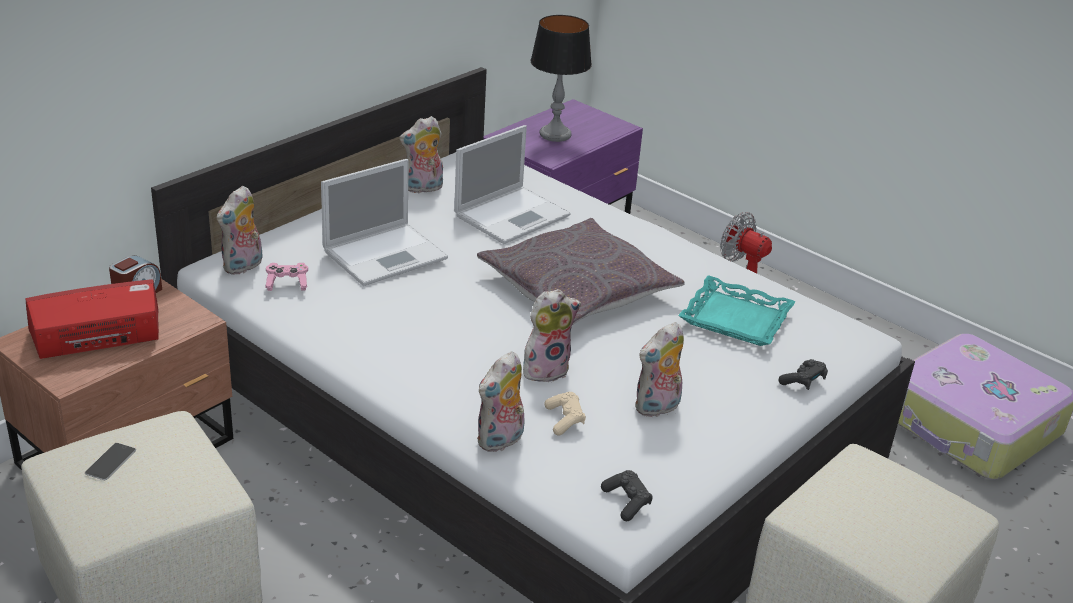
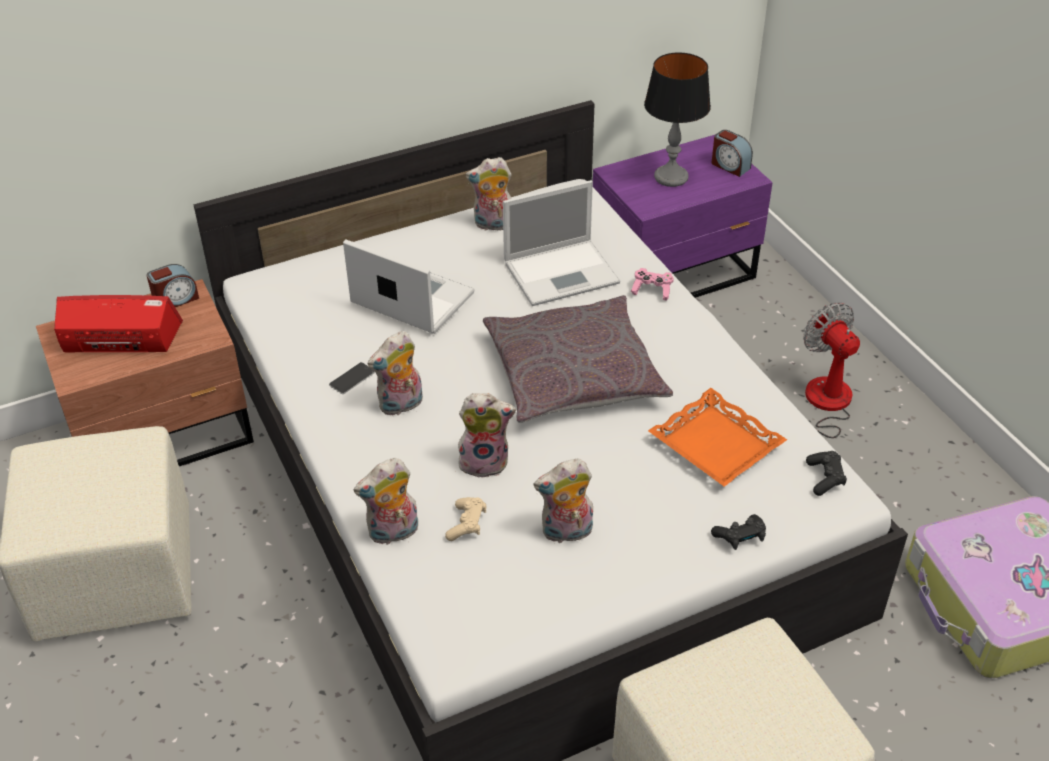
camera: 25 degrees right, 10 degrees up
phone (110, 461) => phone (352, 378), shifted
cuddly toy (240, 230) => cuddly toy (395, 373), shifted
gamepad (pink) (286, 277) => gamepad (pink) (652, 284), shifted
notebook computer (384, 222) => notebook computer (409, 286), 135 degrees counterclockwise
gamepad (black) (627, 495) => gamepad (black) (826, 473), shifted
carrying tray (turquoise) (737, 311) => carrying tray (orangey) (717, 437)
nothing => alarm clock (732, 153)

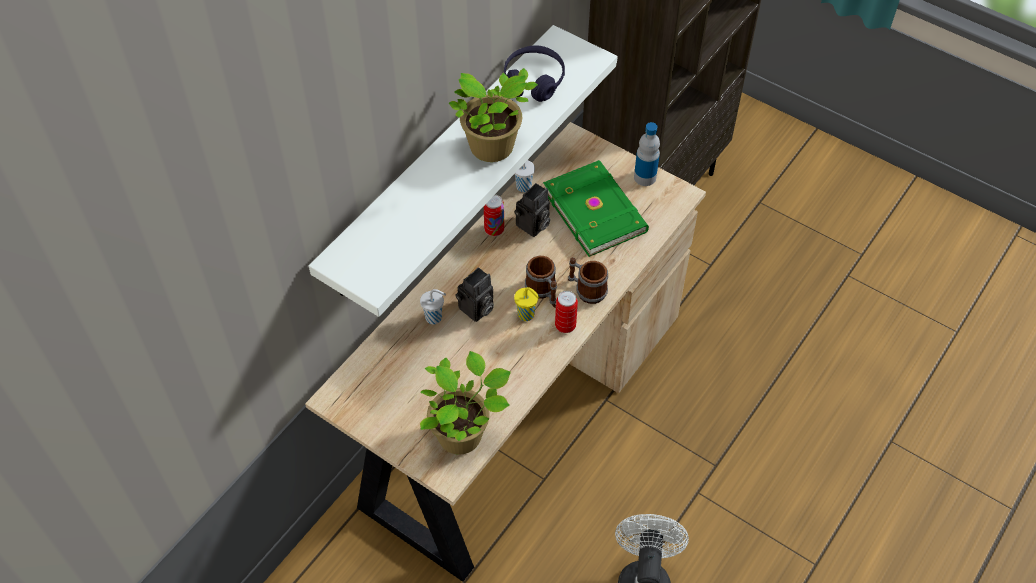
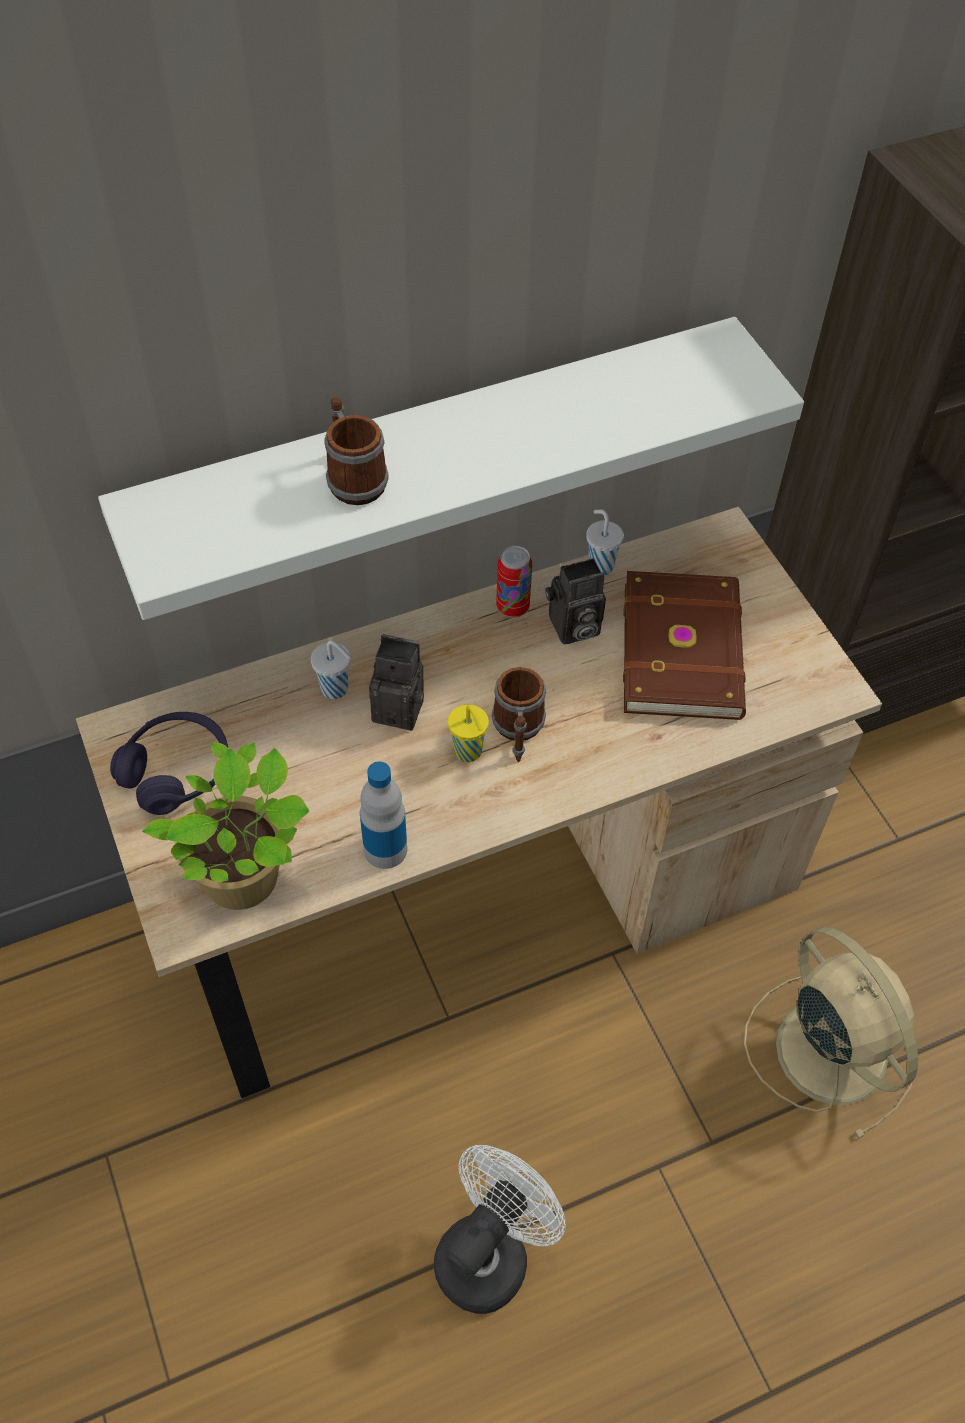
camera: 30 degrees right, 0 degrees up
potted plant (493, 115) => nothing
photo camera (475, 294) => photo camera (396, 682), 150 degrees counterclockwise
headphones (purple-coloured) (534, 73) => headphones (purple-coloured) (169, 763), shifted
book (green) (596, 208) => book (brownish) (684, 645)
can (566, 312) => nothing
tea mug (588, 280) => tea mug (357, 451), shifted
drink bottle (647, 154) => drink bottle (383, 815), shifted
nothing => cooling fan (sand-coloured) (831, 1033)

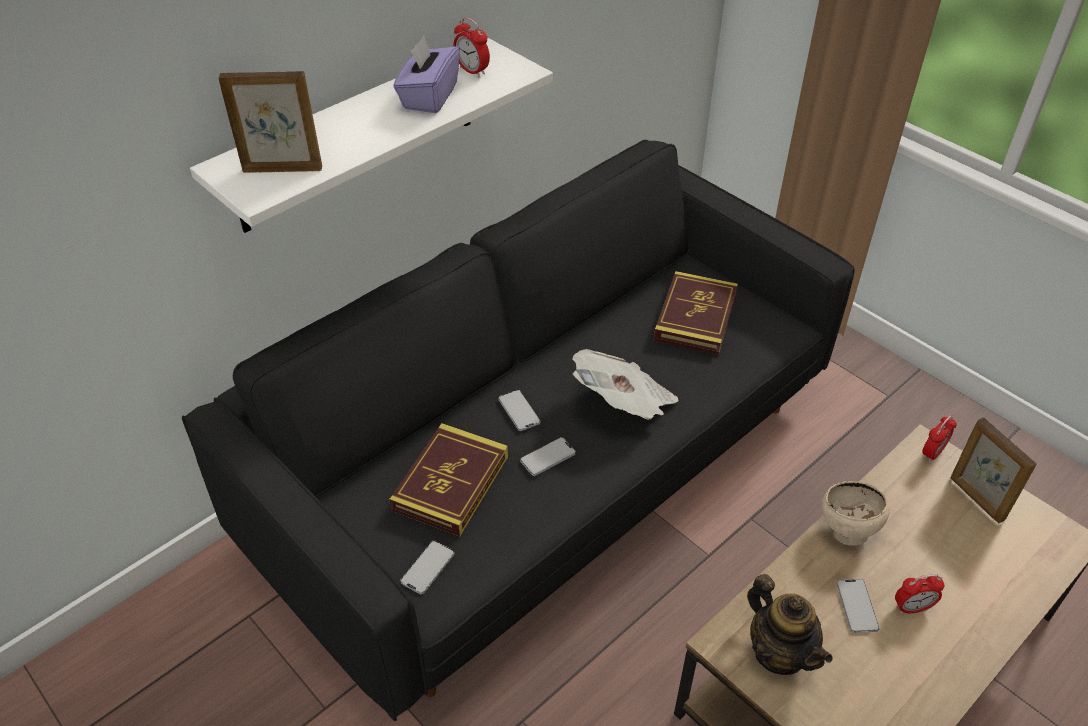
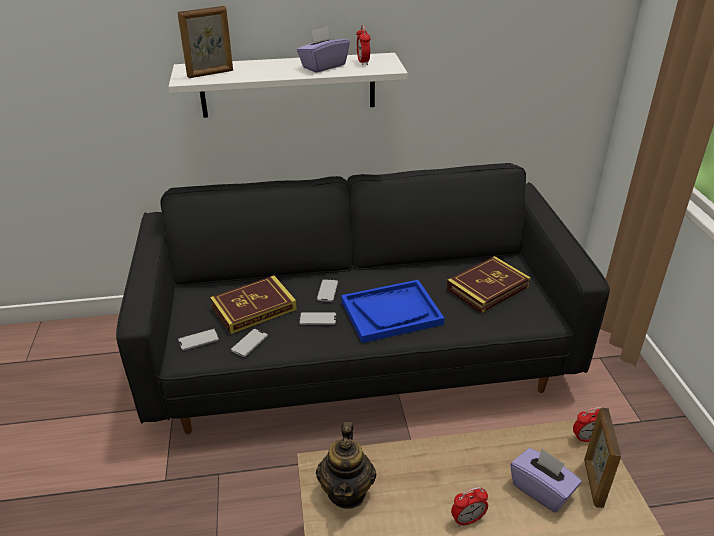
camera: 35 degrees right, 10 degrees down
picture frame (270, 122) => picture frame (205, 42), 120 degrees clockwise
daily paper (625, 384) => carrying tray (bluish) (393, 311)
bowl (sand-coloured) (856, 513) => nothing
phone (858, 606) => phone (249, 343), shifted
alarm clock (920, 594) => alarm clock (469, 507), 45 degrees counterclockwise
nothing => tissue holder (purple-coloured) (546, 480)

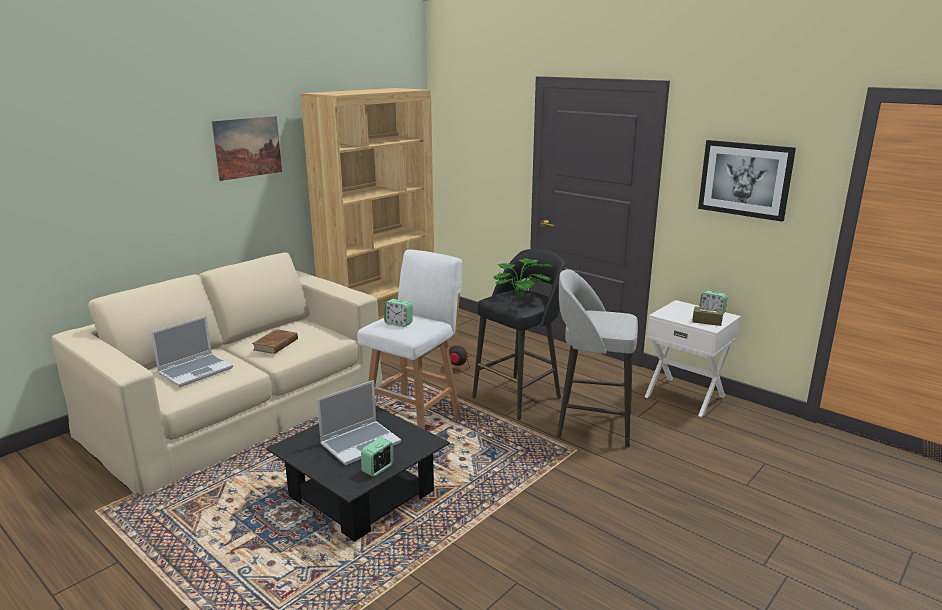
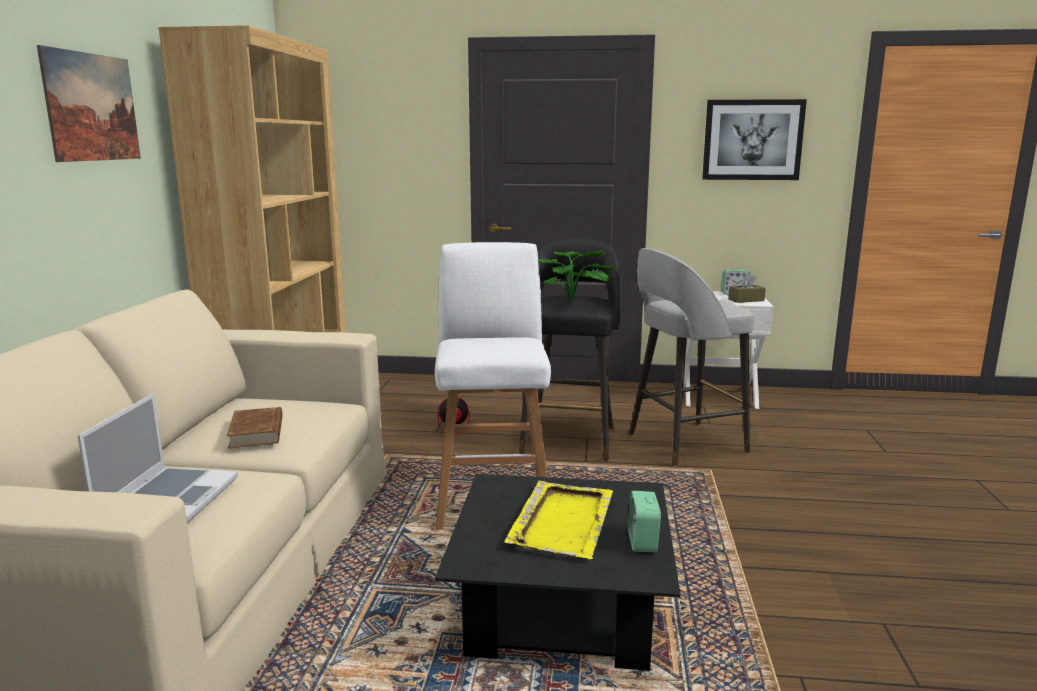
camera: 35 degrees left, 5 degrees down
notebook computer (359, 422) => carrying tray (yellow) (558, 520)
alarm clock (398, 313) => nothing

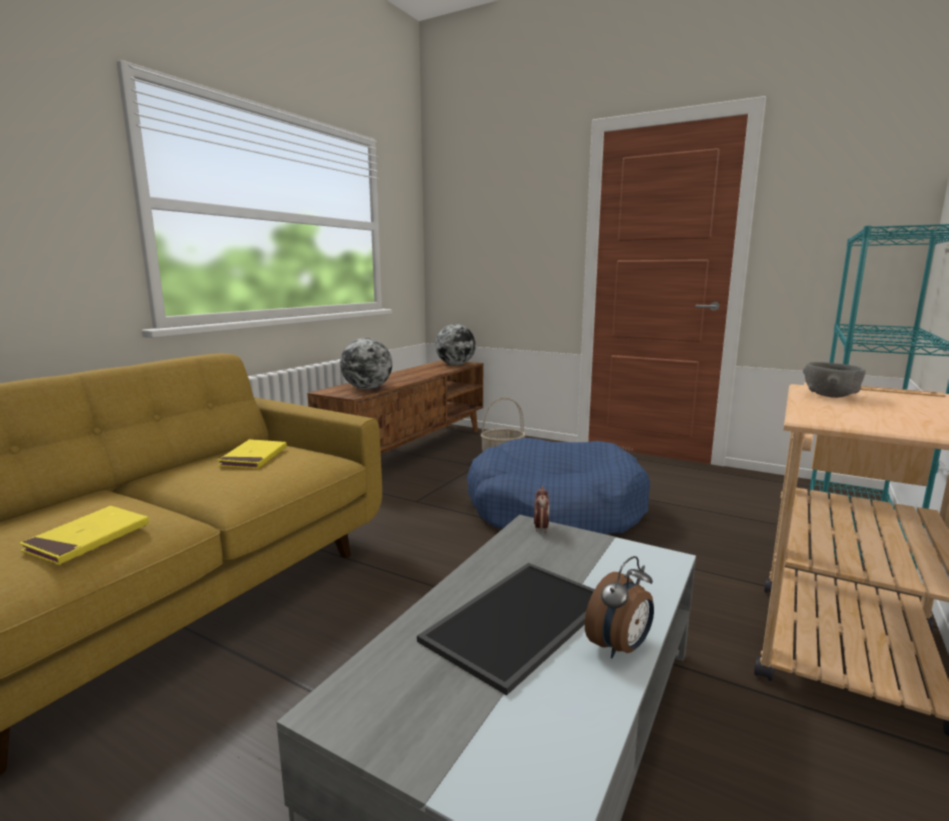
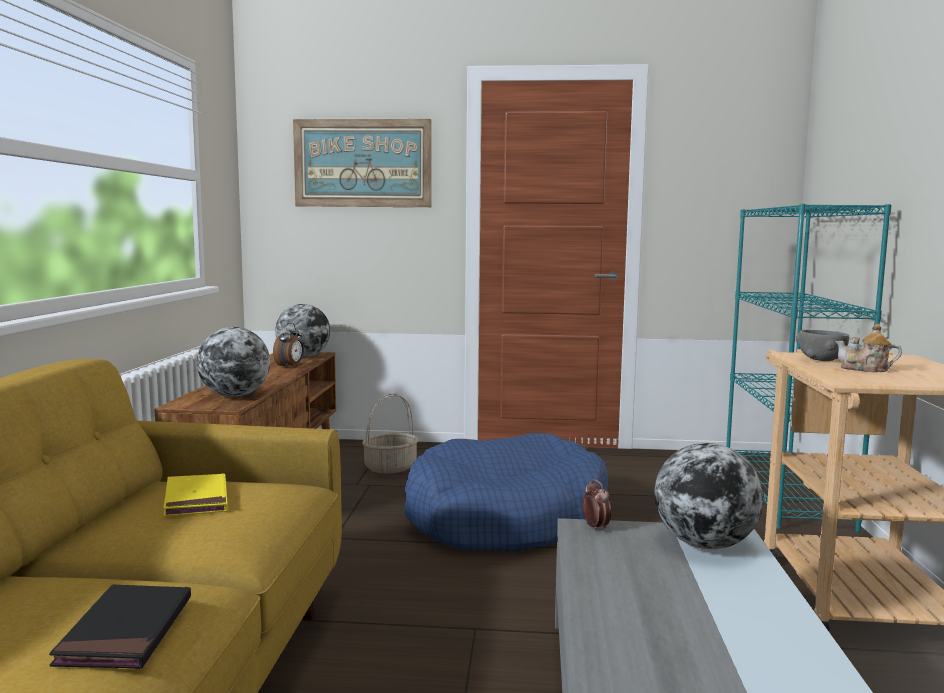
camera: 25 degrees left, 5 degrees down
book (yellow) (84, 535) => book (black) (120, 627)
carrying tray (506, 629) => nothing
alarm clock (619, 607) => alarm clock (288, 345), shifted
nothing => picture (362, 163)
nothing => world globe (709, 496)
nothing => teapot (868, 347)

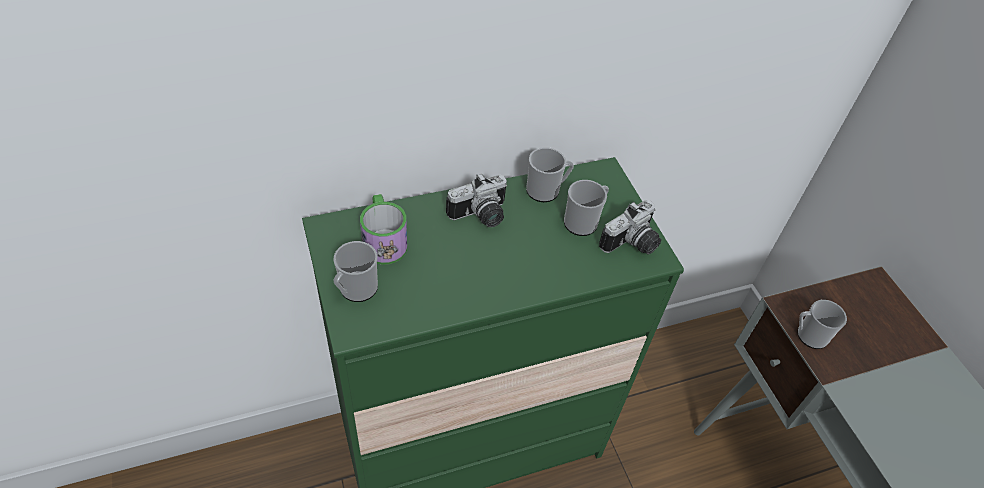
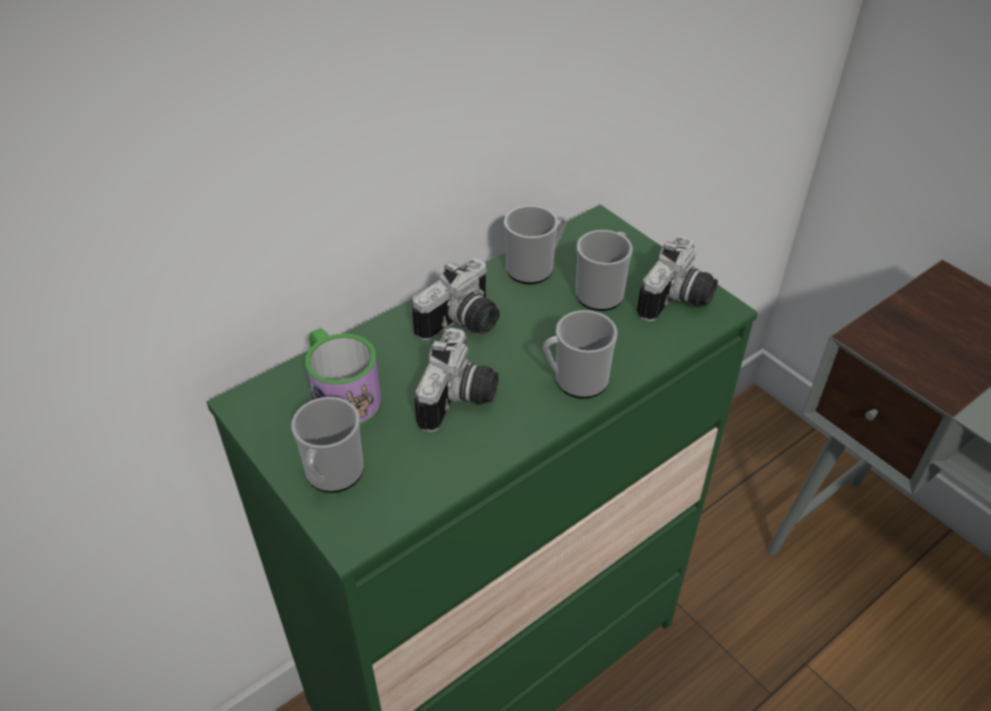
camera: 15 degrees left, 5 degrees down
tea mug (822, 324) => tea mug (580, 354), shifted
nothing => photo camera (456, 380)

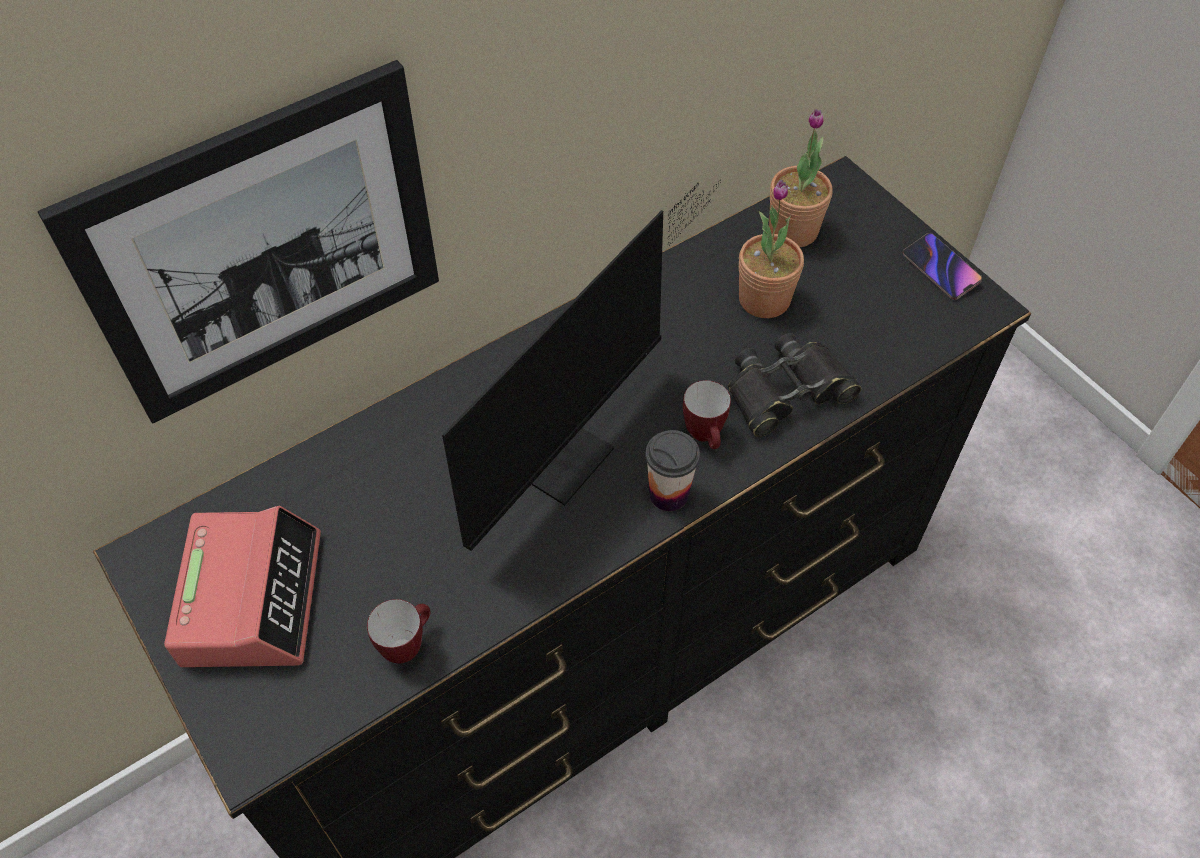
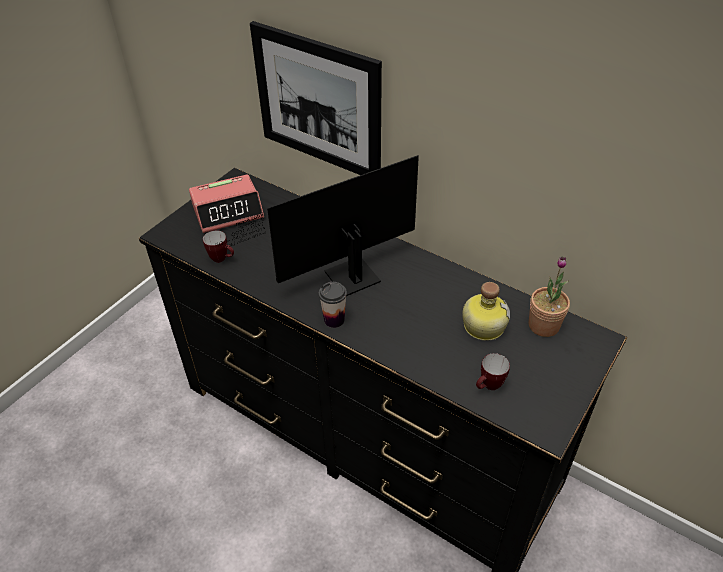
camera: 70 degrees right, 10 degrees down
computer display (581, 365) => computer display (317, 225), 135 degrees clockwise
tea mug (707, 414) => tea mug (493, 371), shifted
field glasses (black) (794, 385) => nothing
potted plant (771, 249) => drink bottle (486, 311)
phone (942, 266) => nothing

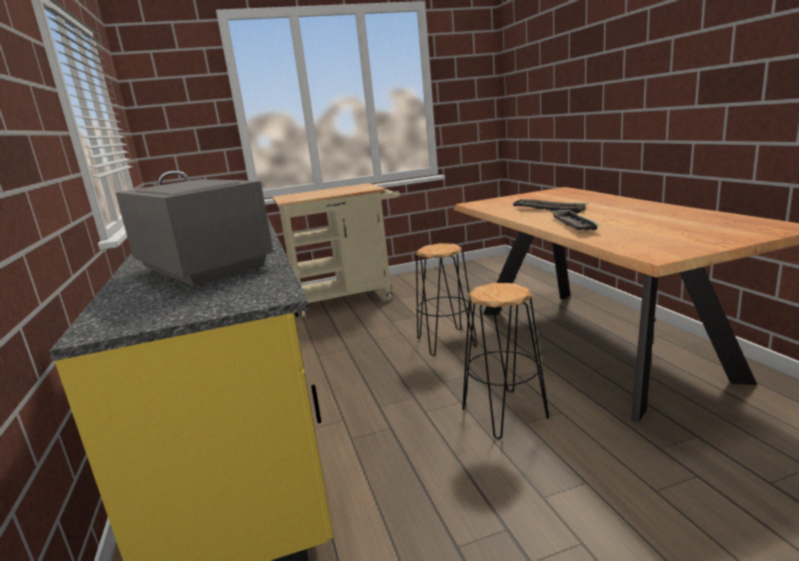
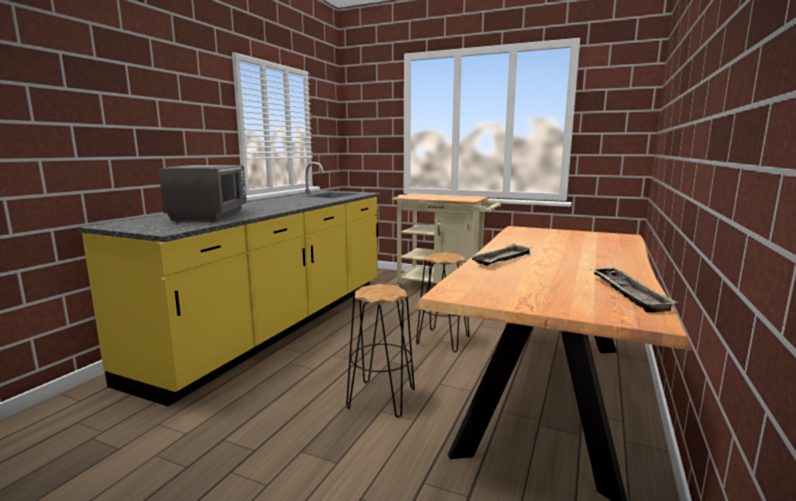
camera: 40 degrees right, 5 degrees down
carrying tray (550, 206) => carrying tray (634, 290), shifted

